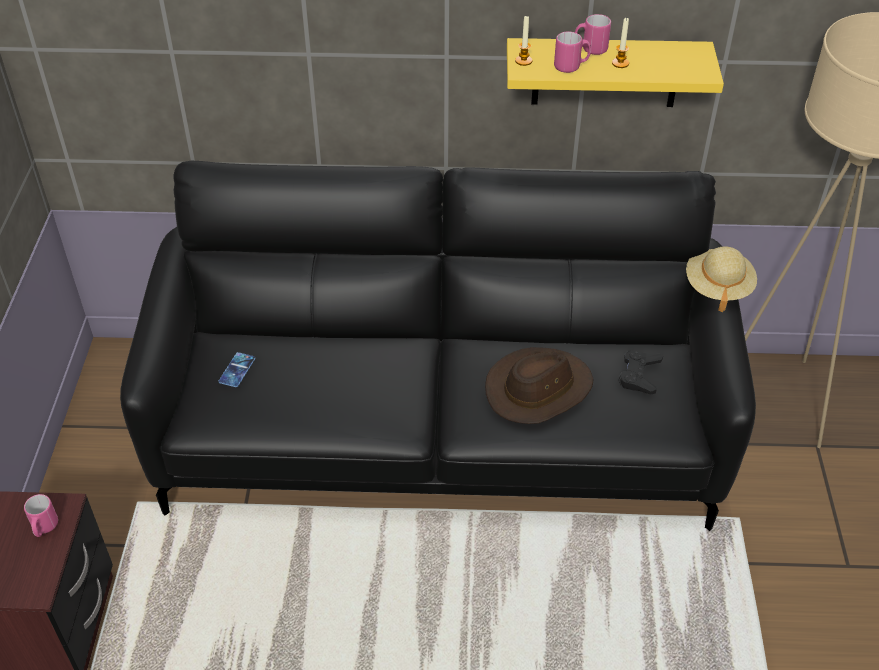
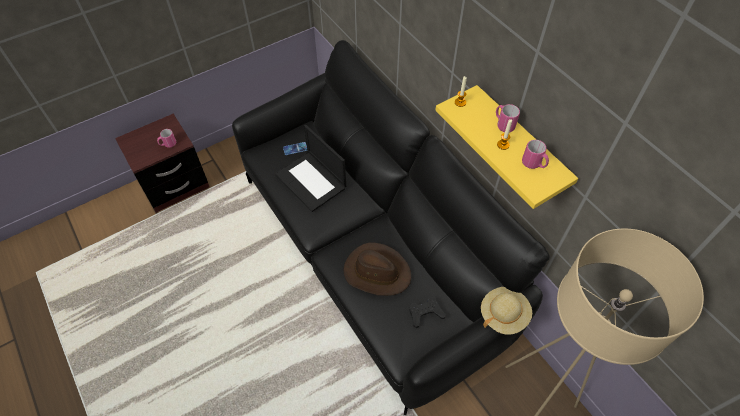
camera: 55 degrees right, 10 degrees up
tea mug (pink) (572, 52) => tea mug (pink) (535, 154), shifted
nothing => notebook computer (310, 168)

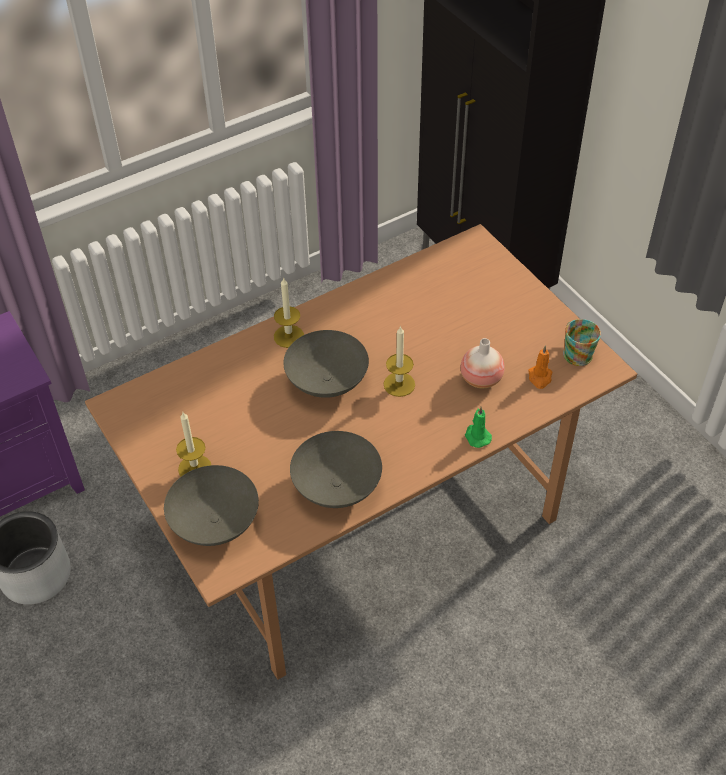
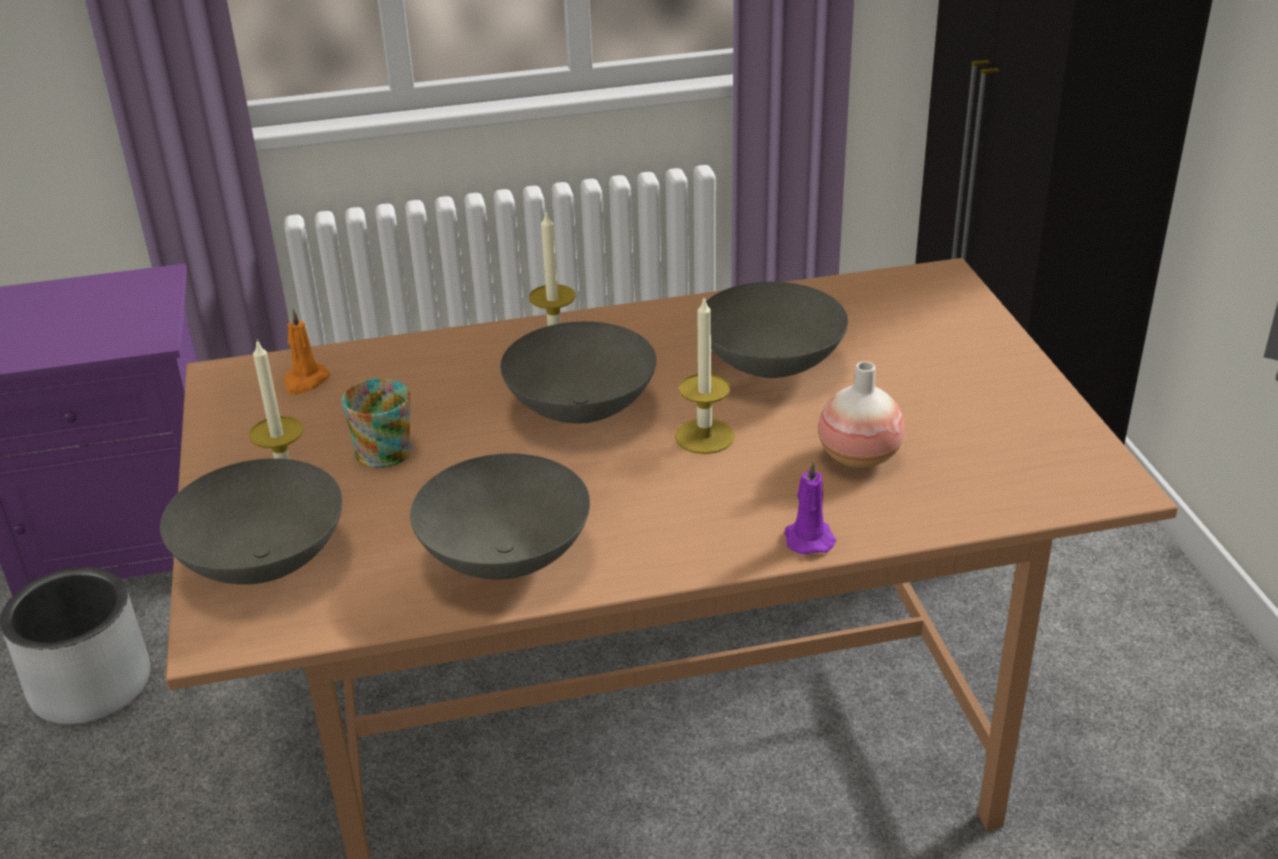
camera: 20 degrees right, 15 degrees down
candle (green) (478, 427) => candle (purple-coloured) (810, 507)
candle (orangey) (540, 367) => candle (orangey) (306, 352), shifted
tea mug (582, 342) => tea mug (377, 423), shifted
nothing => bowl (gray) (772, 330)

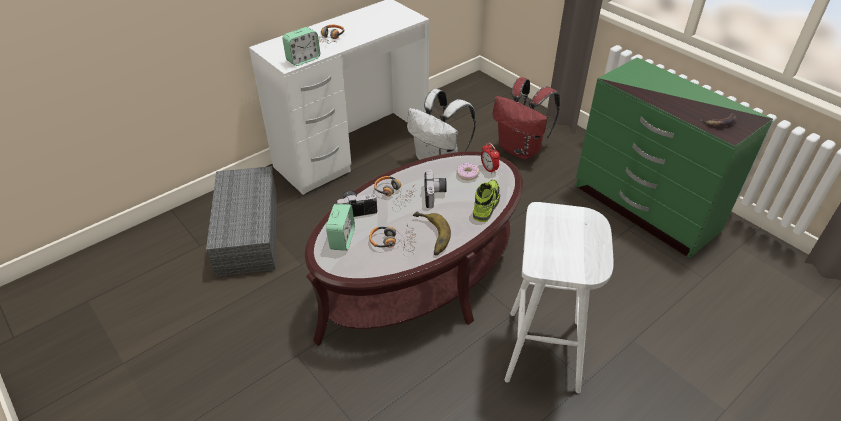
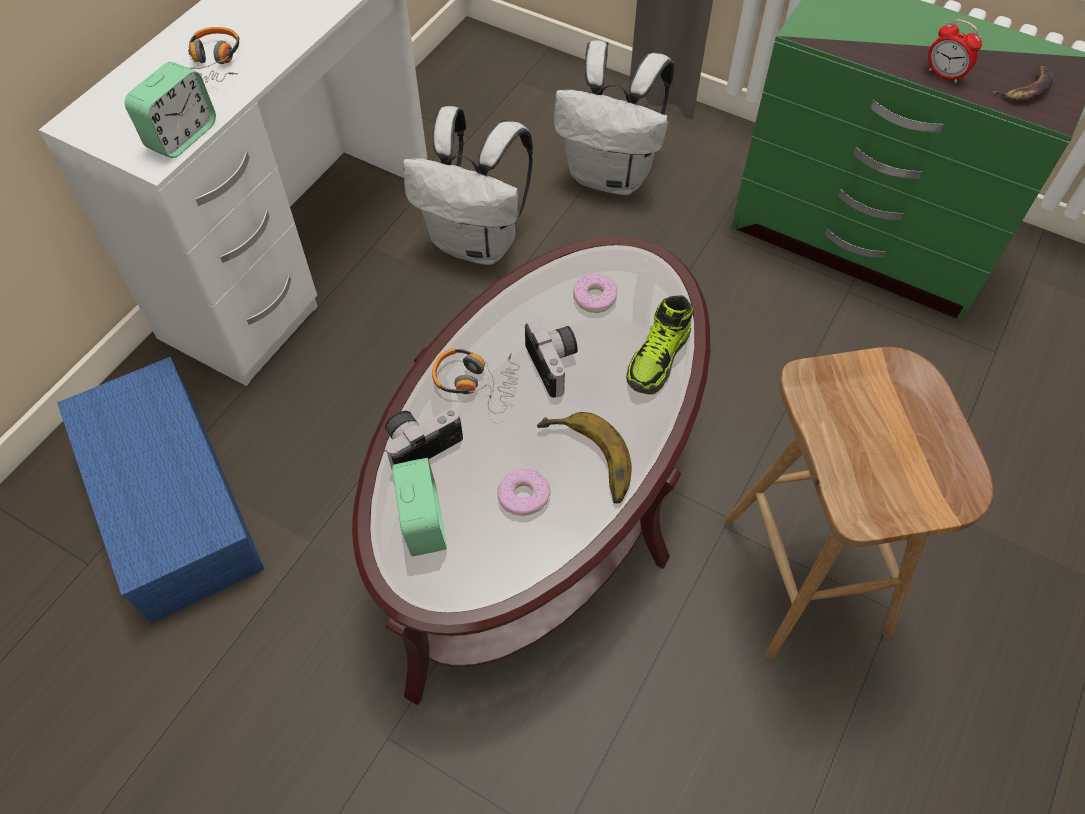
camera: 20 degrees left, 15 degrees up
storage bin (gray) (241, 221) => storage bin (bluish) (161, 490)
headphones (392, 237) => doughnut (524, 492)
low shoe (486, 201) => low shoe (659, 345), 150 degrees counterclockwise
alarm clock (490, 158) => alarm clock (955, 51), shifted
rucksack (reddish) (526, 118) => rucksack (white) (614, 117)
stool seat (white) (559, 297) => stool seat (brownish) (859, 503)

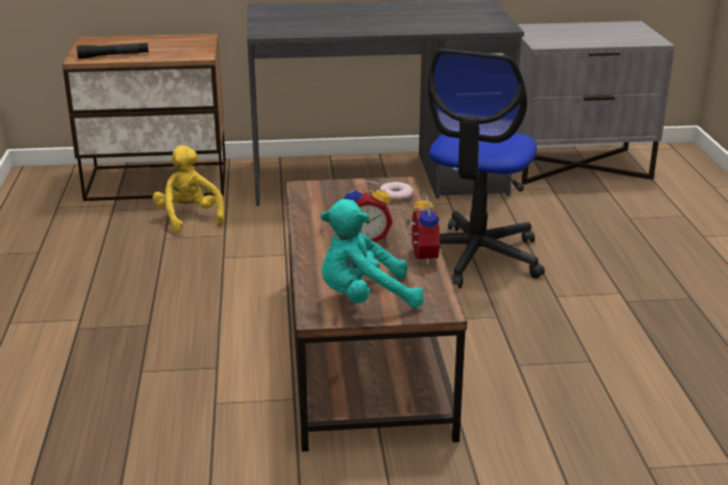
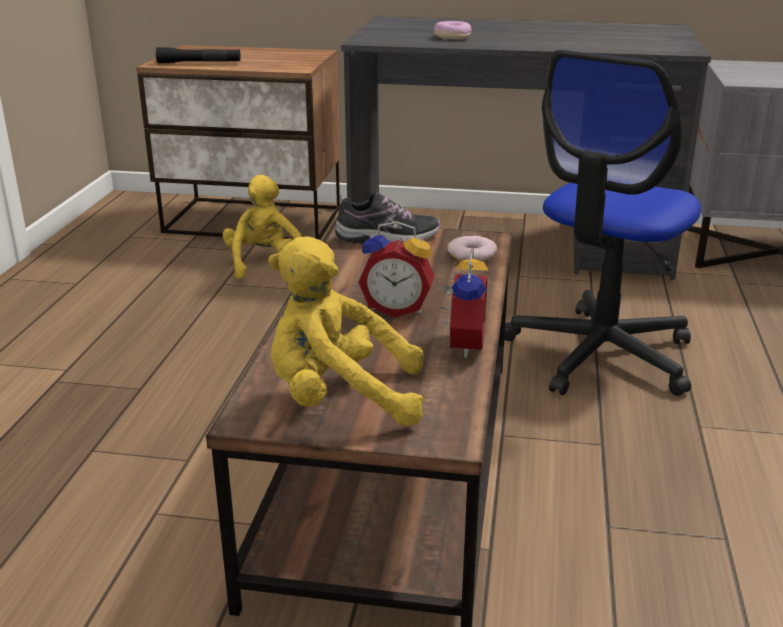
camera: 15 degrees right, 0 degrees up
cuddly toy (turquoise) (372, 253) => cuddly toy (yellow) (346, 331)
nothing => low shoe (387, 217)
nothing => doughnut (452, 30)

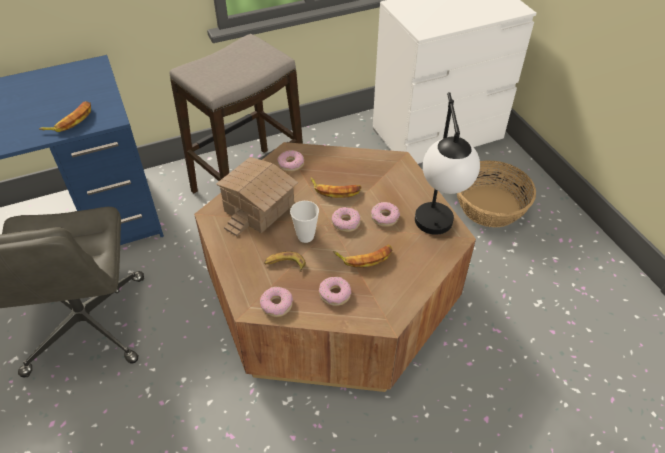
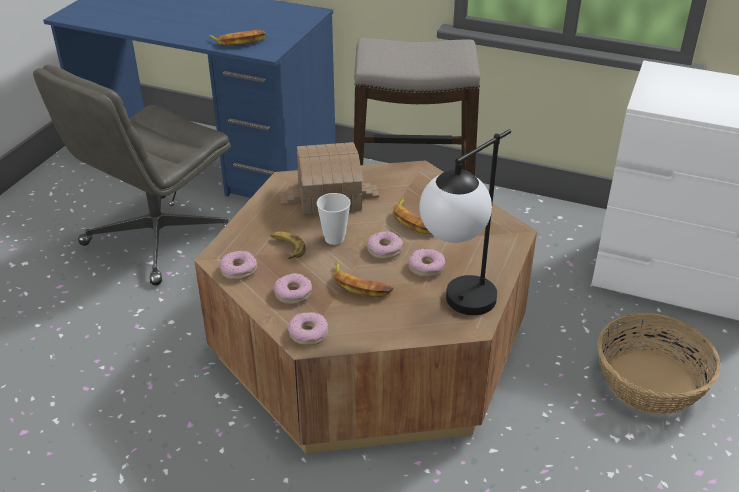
camera: 45 degrees right, 10 degrees down
doughnut (290, 161) => doughnut (308, 328), shifted

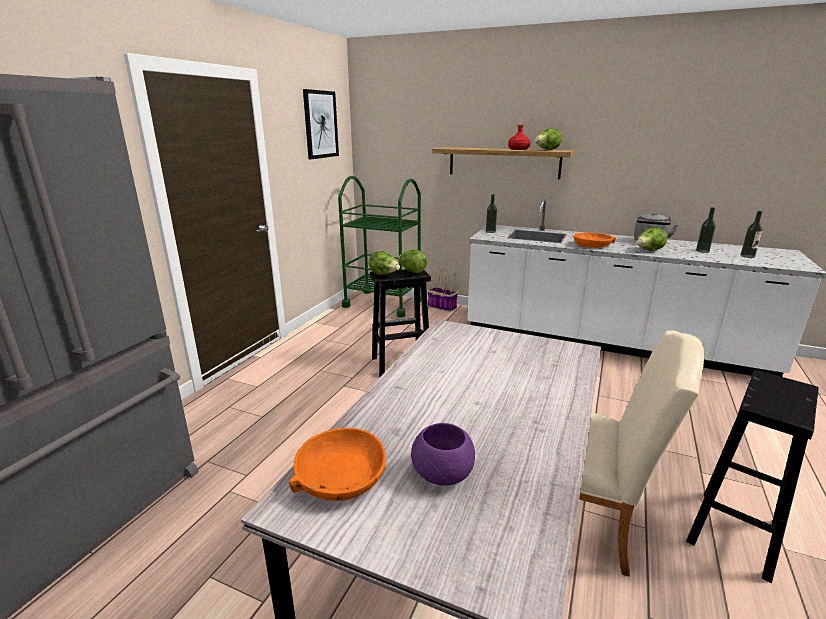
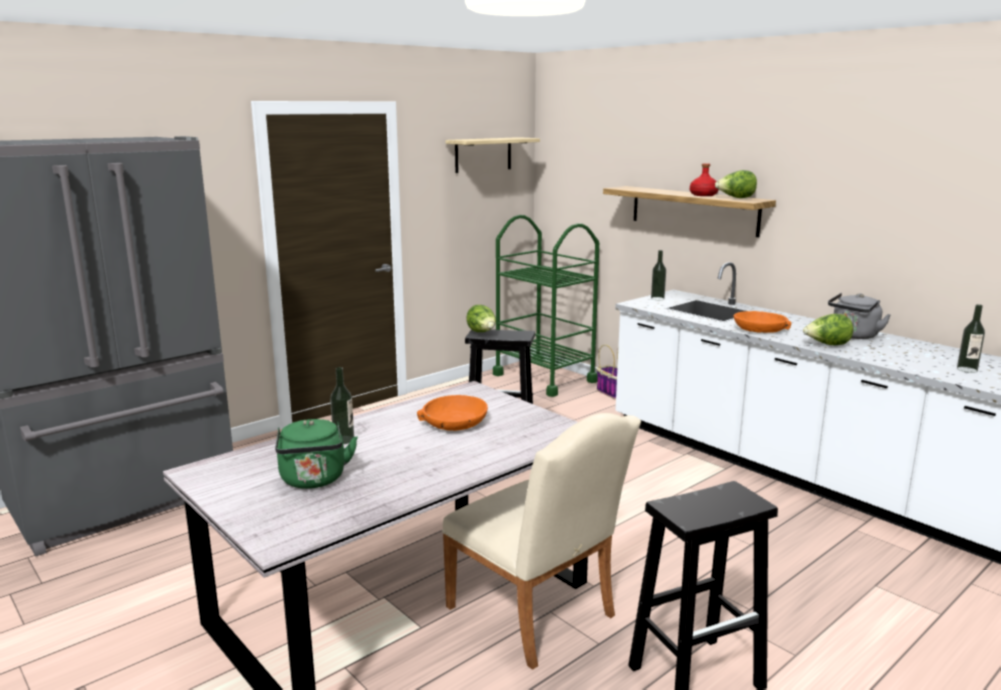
camera: 25 degrees right, 5 degrees down
bowl (orangey) (337, 464) => bowl (orangey) (452, 413), shifted
picture (321, 124) => wall shelf (492, 155)
head of lettuce (412, 261) => nothing
bowl (purple-coloured) (443, 454) => kettle (green) (316, 454)
drink bottle (706, 230) => drink bottle (342, 405), shifted

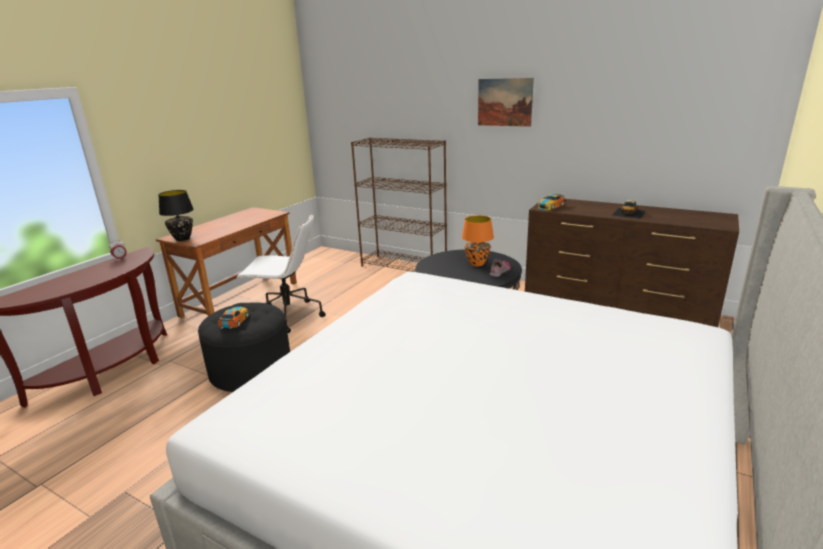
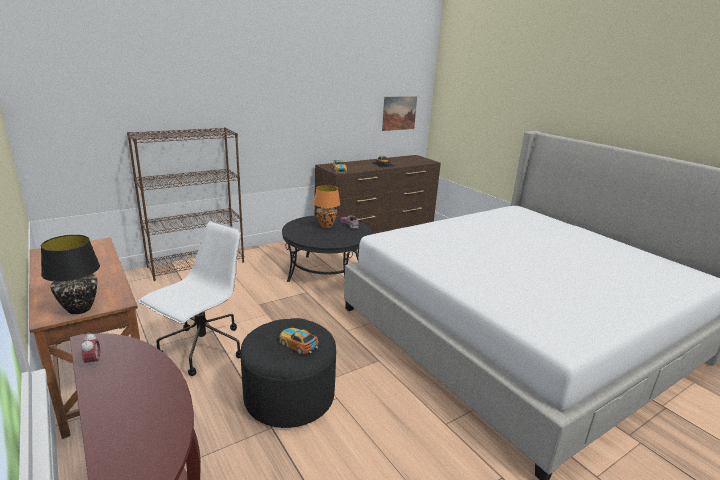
camera: 65 degrees left, 0 degrees up
picture (506, 102) => picture (399, 113), shifted

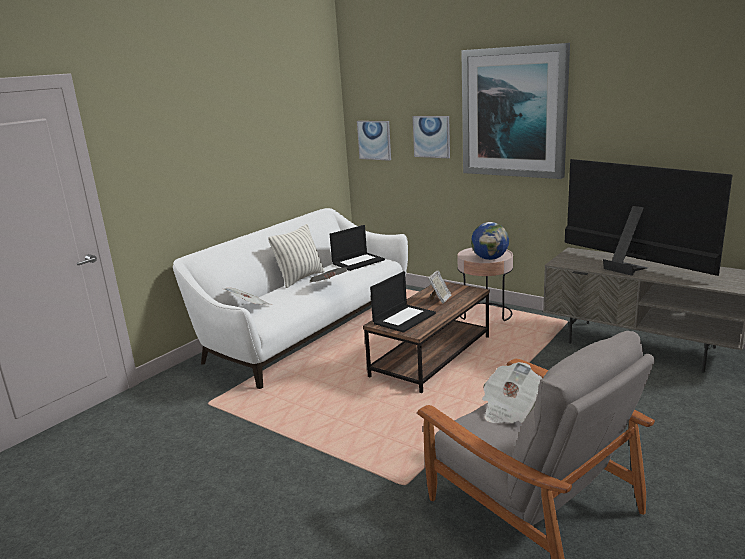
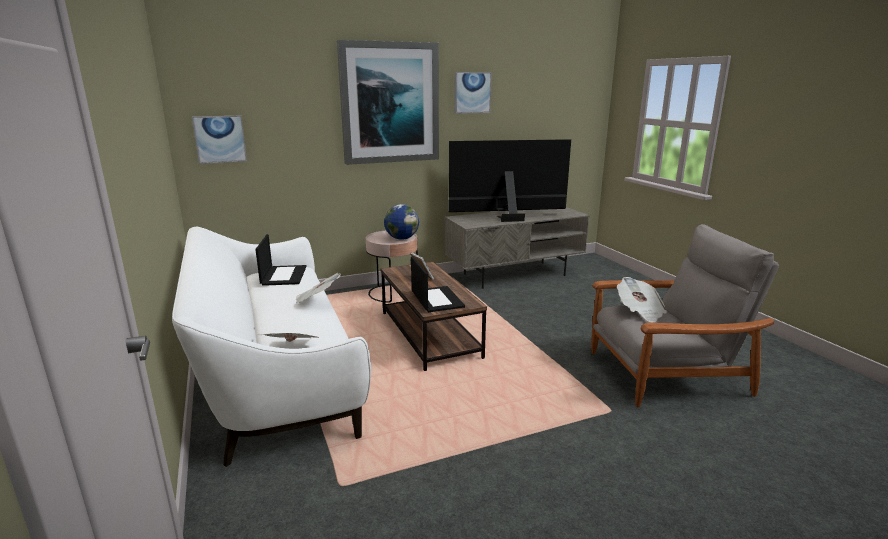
camera: 60 degrees left, 0 degrees up
cushion (296, 256) => nothing
picture (431, 137) => picture (473, 93), shifted

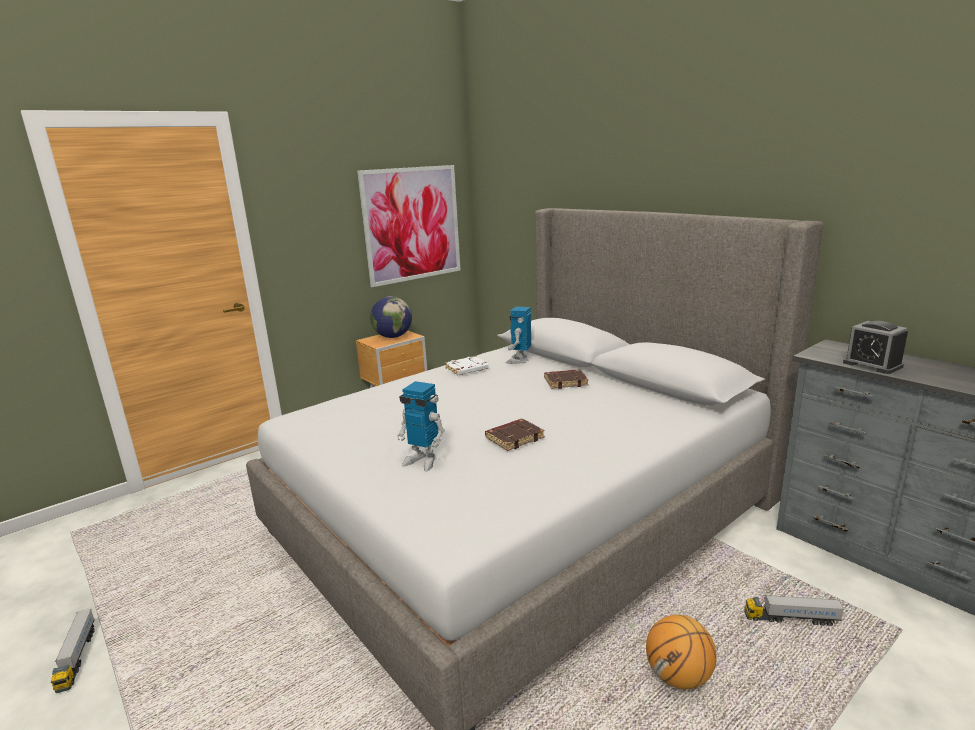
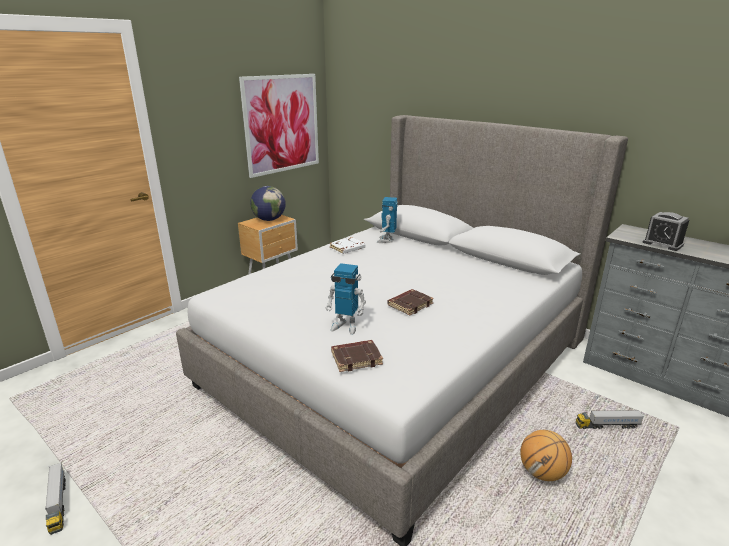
camera: 10 degrees left, 5 degrees up
book (brownish) (566, 379) => book (brownish) (357, 356), shifted

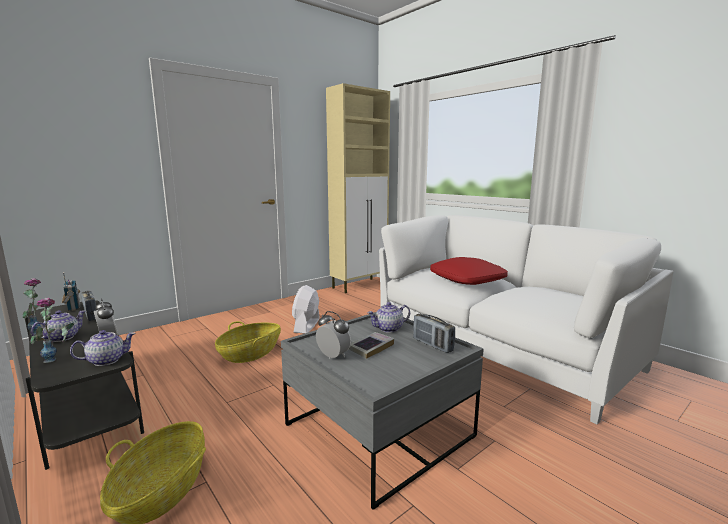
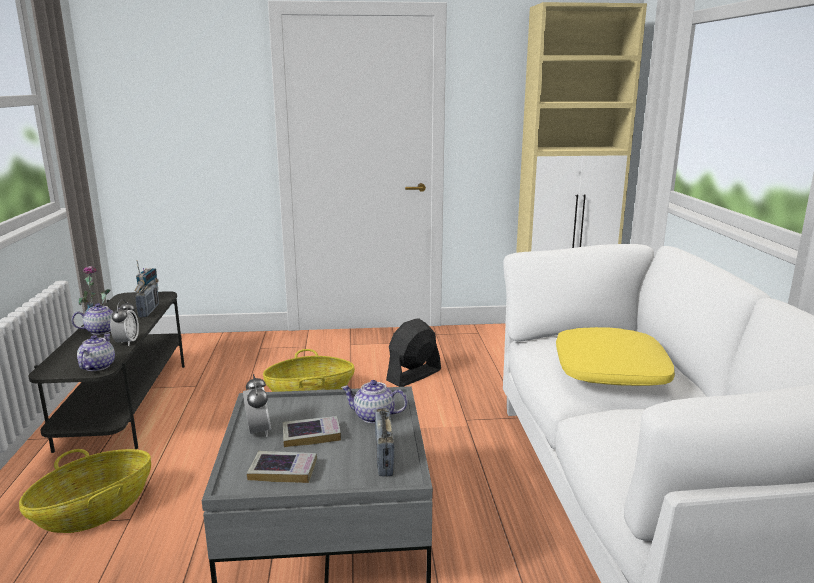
camera: 35 degrees right, 5 degrees up
vase (52, 330) => nothing
teapot (102, 348) => teapot (96, 352), 90 degrees counterclockwise
cooling fan (white) (306, 309) => cooling fan (black) (413, 352)
cushion (reddish) (469, 271) => cushion (yellow) (615, 356)
nothing => book (282, 467)

